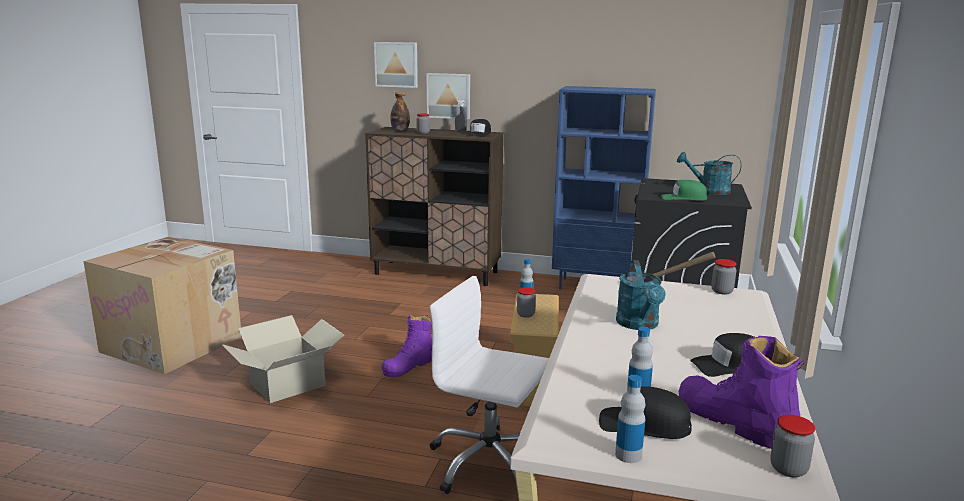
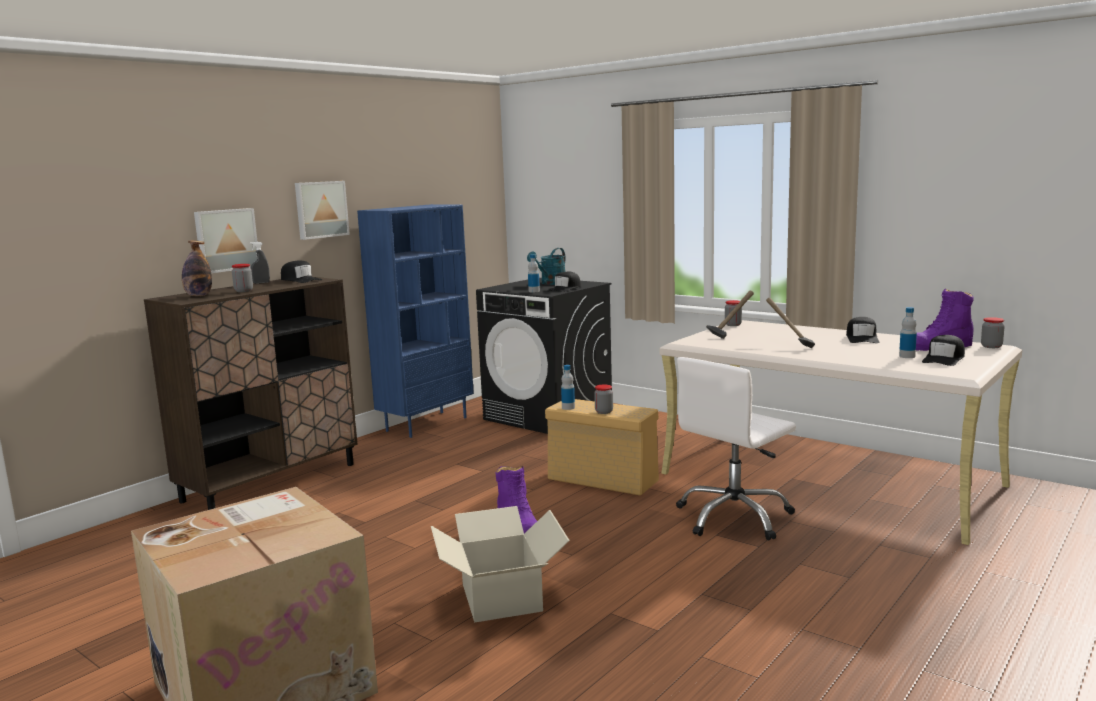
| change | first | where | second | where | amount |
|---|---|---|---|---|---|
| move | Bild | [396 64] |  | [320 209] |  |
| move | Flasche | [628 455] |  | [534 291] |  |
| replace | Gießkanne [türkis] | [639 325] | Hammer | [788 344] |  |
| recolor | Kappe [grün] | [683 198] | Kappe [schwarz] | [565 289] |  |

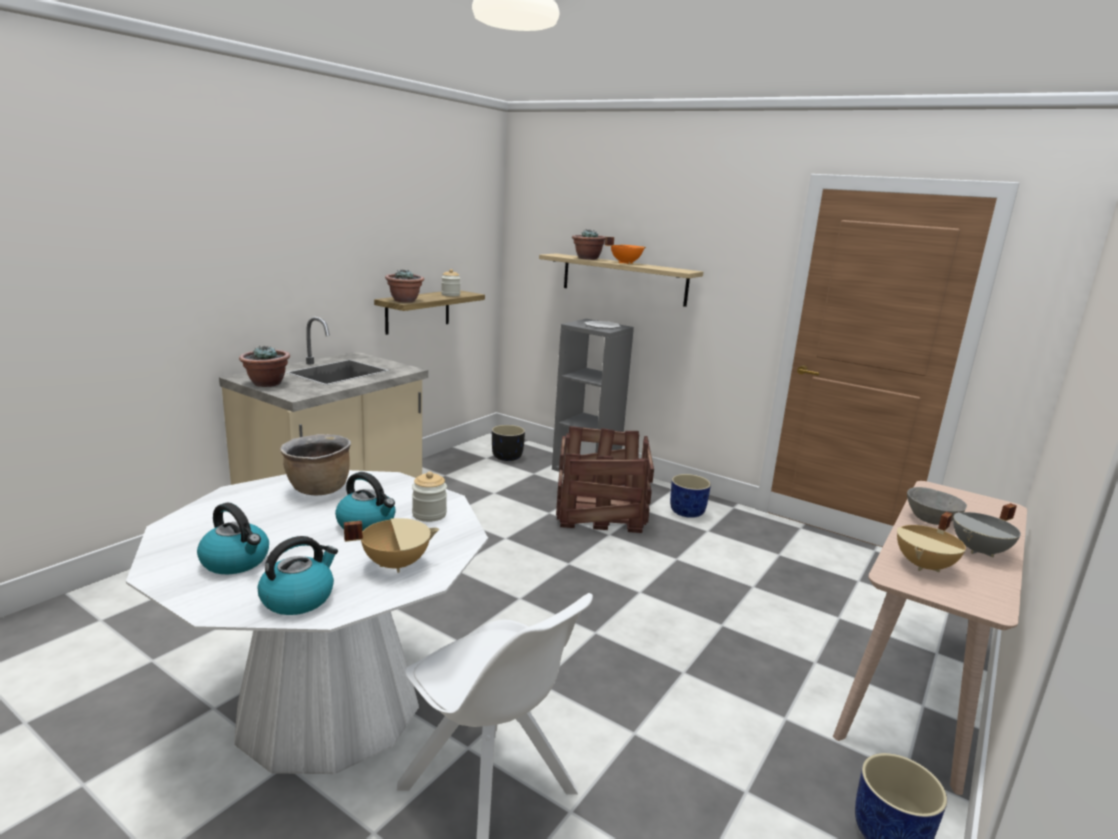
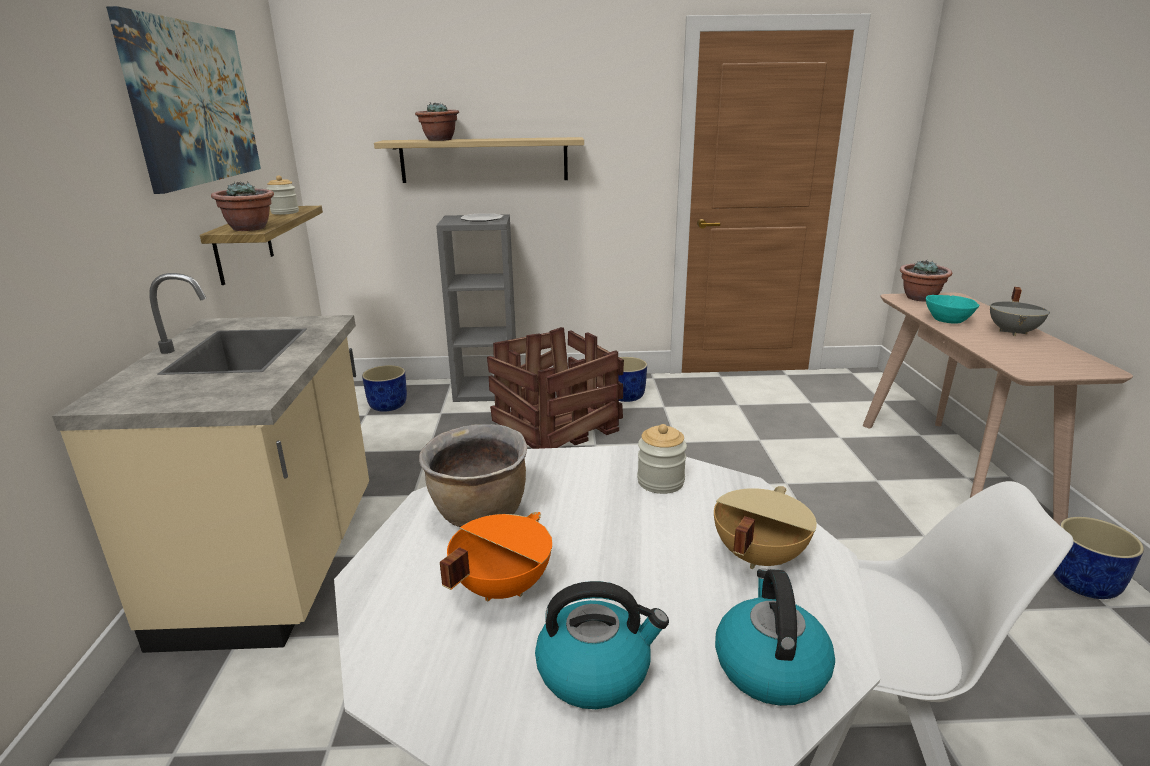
| change | first | where | second | where | amount |
|---|---|---|---|---|---|
| move | Topfpflanze | [266 383] |  | [920 298] |  |
| delete | Wasserkessel | [367 524] |  |  |  |
| recolor | Pflanzkübel [schwarz] | [507 457] | Pflanzkübel [blau] | [388 405] |  |
| move | Kochtopf [orange] | [625 263] |  | [500 586] |  |
| delete | Kochtopf [beige] | [925 566] |  |  |  |
| recolor | Schüssel [grau] | [931 519] | Schüssel [türkis] | [948 320] |  |
| insert |  |  | Bild | [193 103] |  |

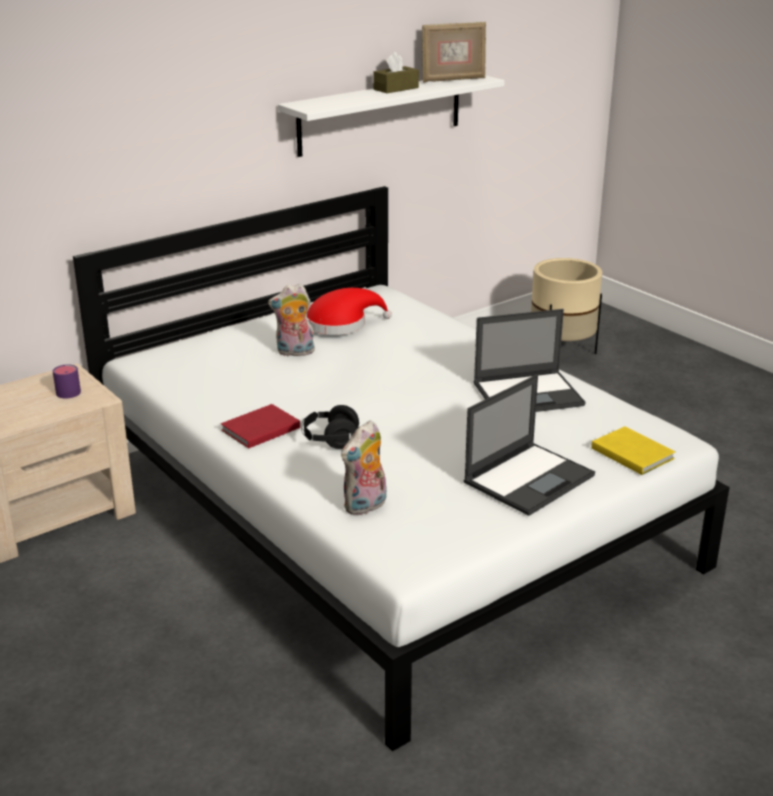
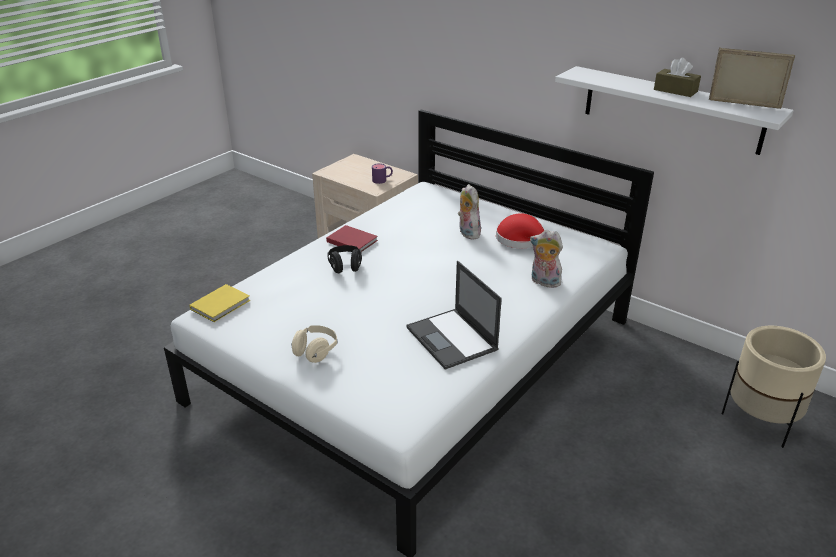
| change | first | where | second | where | amount |
|---|---|---|---|---|---|
| move | Plüschtier | [366 506] |  | [543 282] |  |
| rotate | Bilderrahmen | [453 79] |  | [743 105] | 150 degrees clockwise |
| replace | Laptop | [530 478] | Kopfhörer [beige] | [315 351] |  |
| move | Buch [gelb] | [631 452] |  | [222 304] |  |

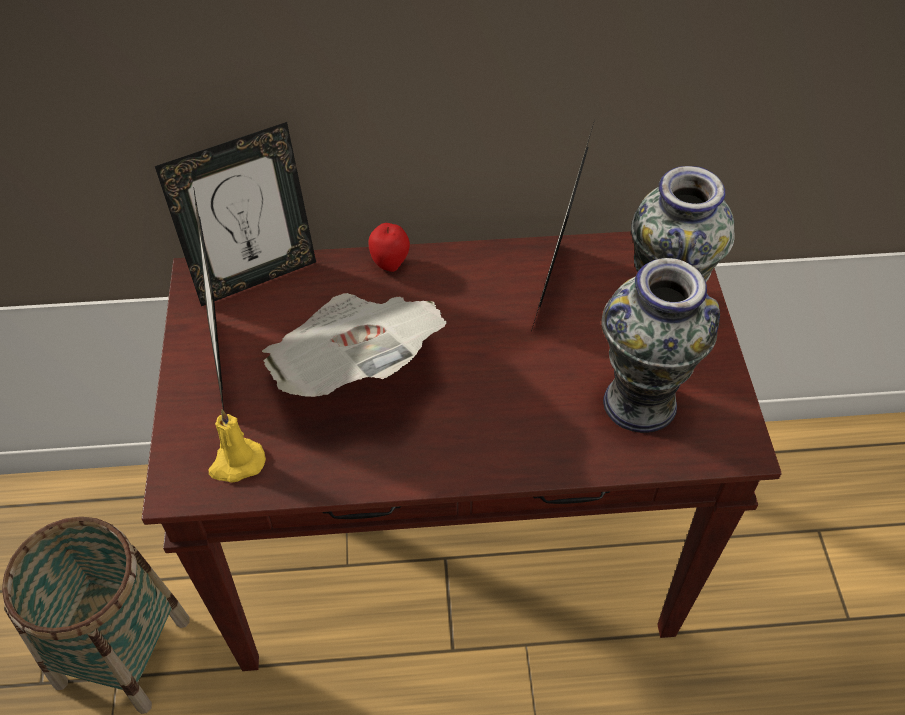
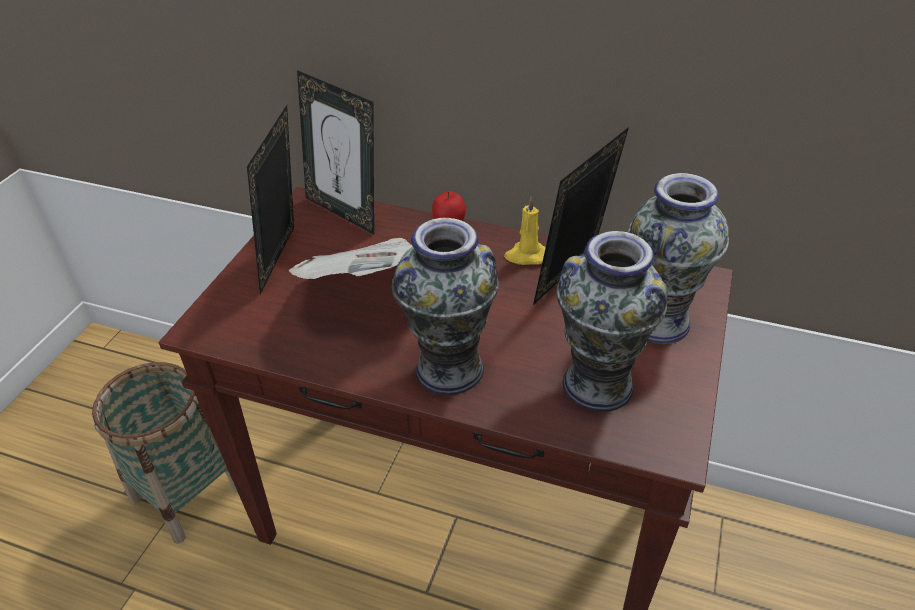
| change | first | where | second | where | amount |
|---|---|---|---|---|---|
| rotate | Bilderrahmen | [255 277] |  | [344 212] | 45 degrees clockwise |
| move | Kerze [gelb] | [236 463] |  | [526 255] |  |
| insert |  |  | Vase | [449 370] |  |

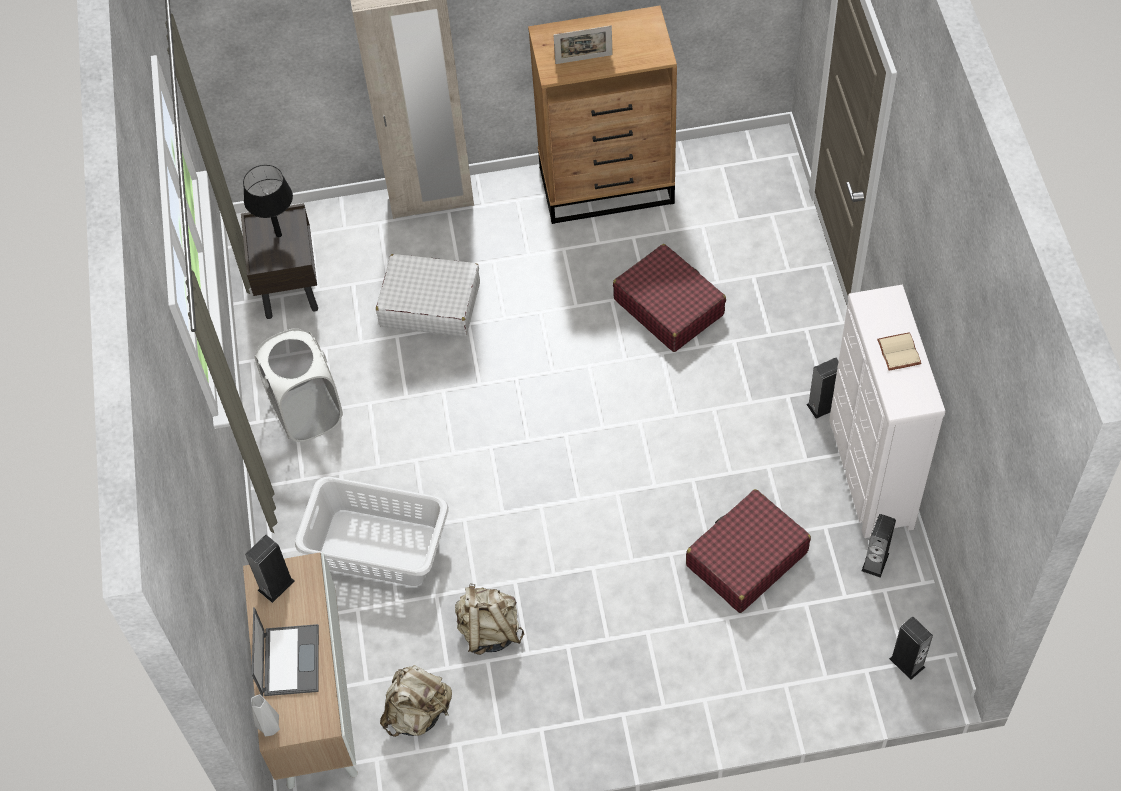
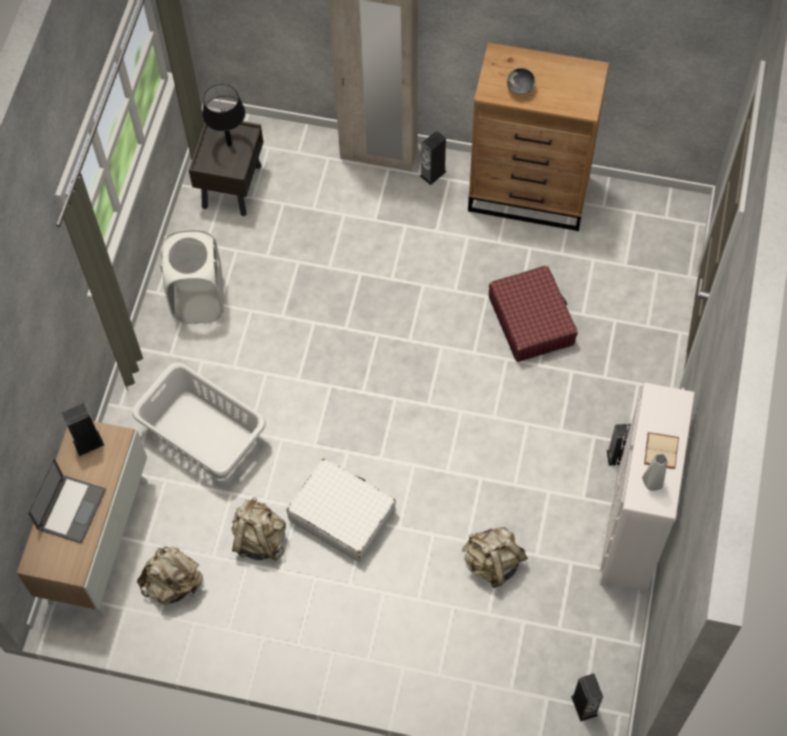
| change | first | where | second | where | amount |
|---|---|---|---|---|---|
| move | Vase [grau] | [270 727] |  | [652 483] |  |
| move | Koffer [weiß] | [430 304] |  | [342 515] |  |
| replace | Bilderrahmen | [583 59] | Schüssel | [520 89] |  |
| replace | Koffer [rot] | [746 559] | Rucksack [beige] | [493 563] |  |
| move | Lautsprecher | [875 562] |  | [433 173] |  |

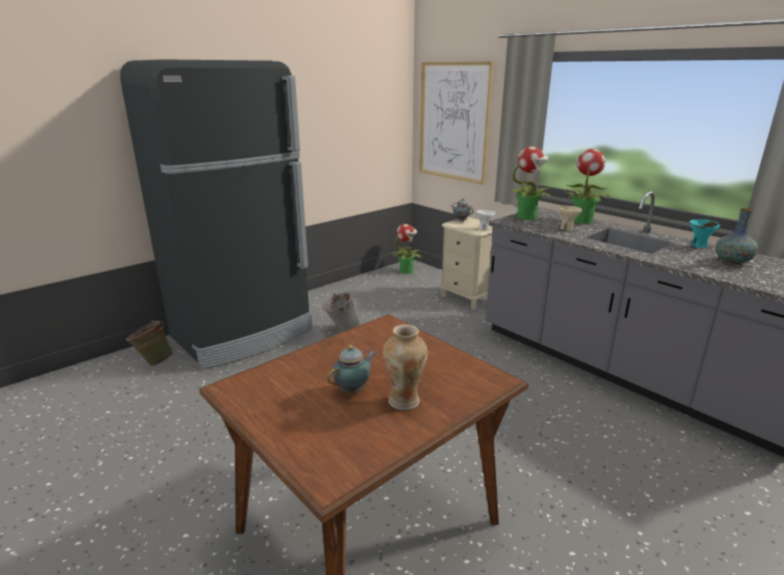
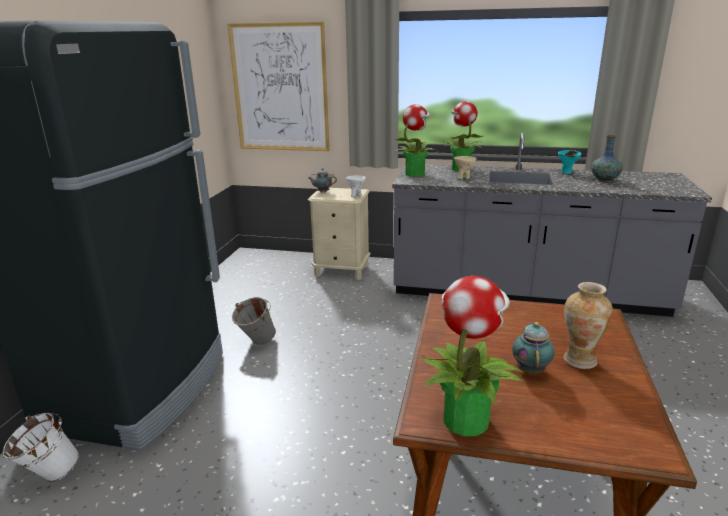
| change | first | where | second | where | amount |
|---|---|---|---|---|---|
| recolor | Eimer [grün] | [153 362] | Eimer [weiß] | [48 475] |  |
| move | Topfpflanze | [406 271] |  | [465 419] |  |

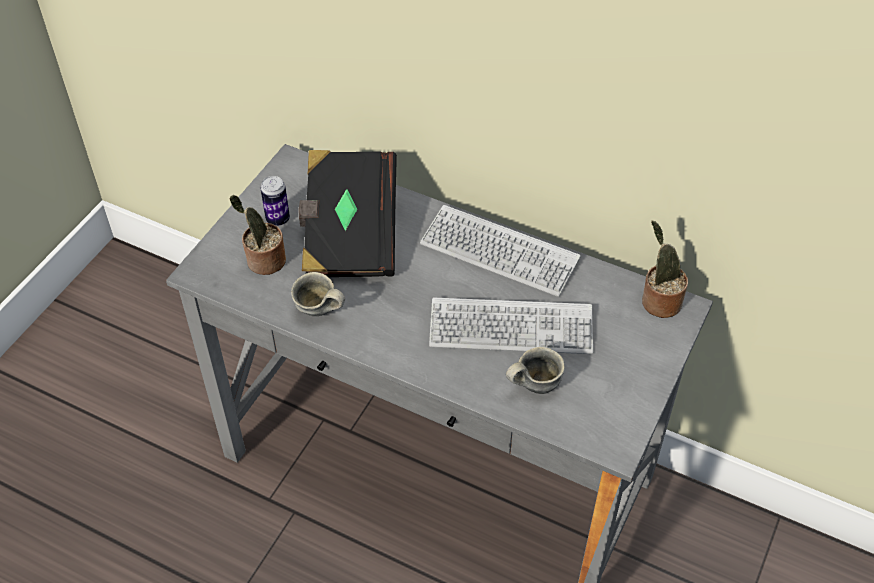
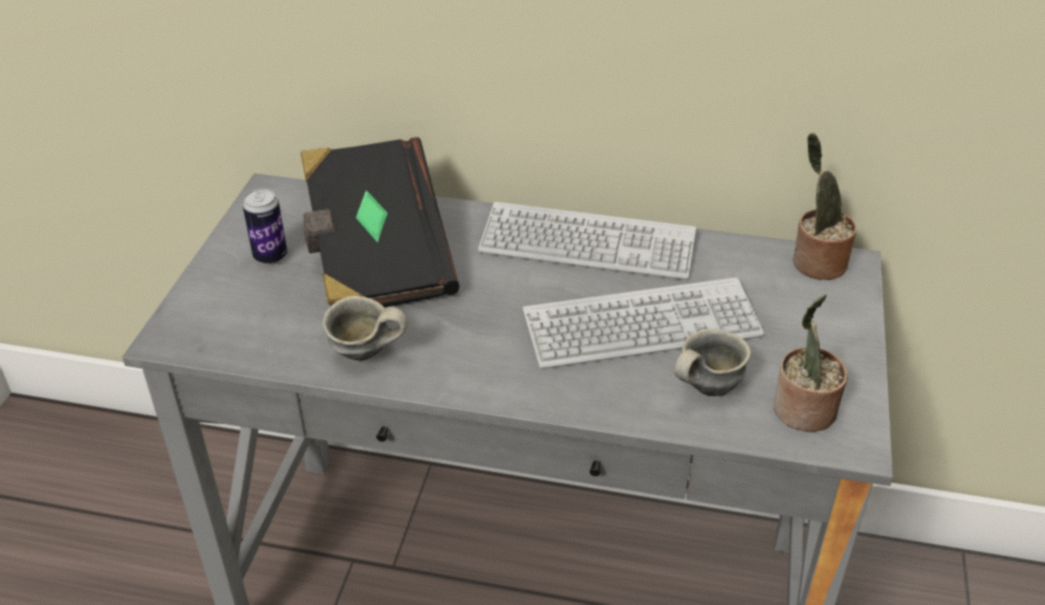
| change | first | where | second | where | amount |
|---|---|---|---|---|---|
| move | Topfpflanze | [263 261] |  | [802 412] |  |

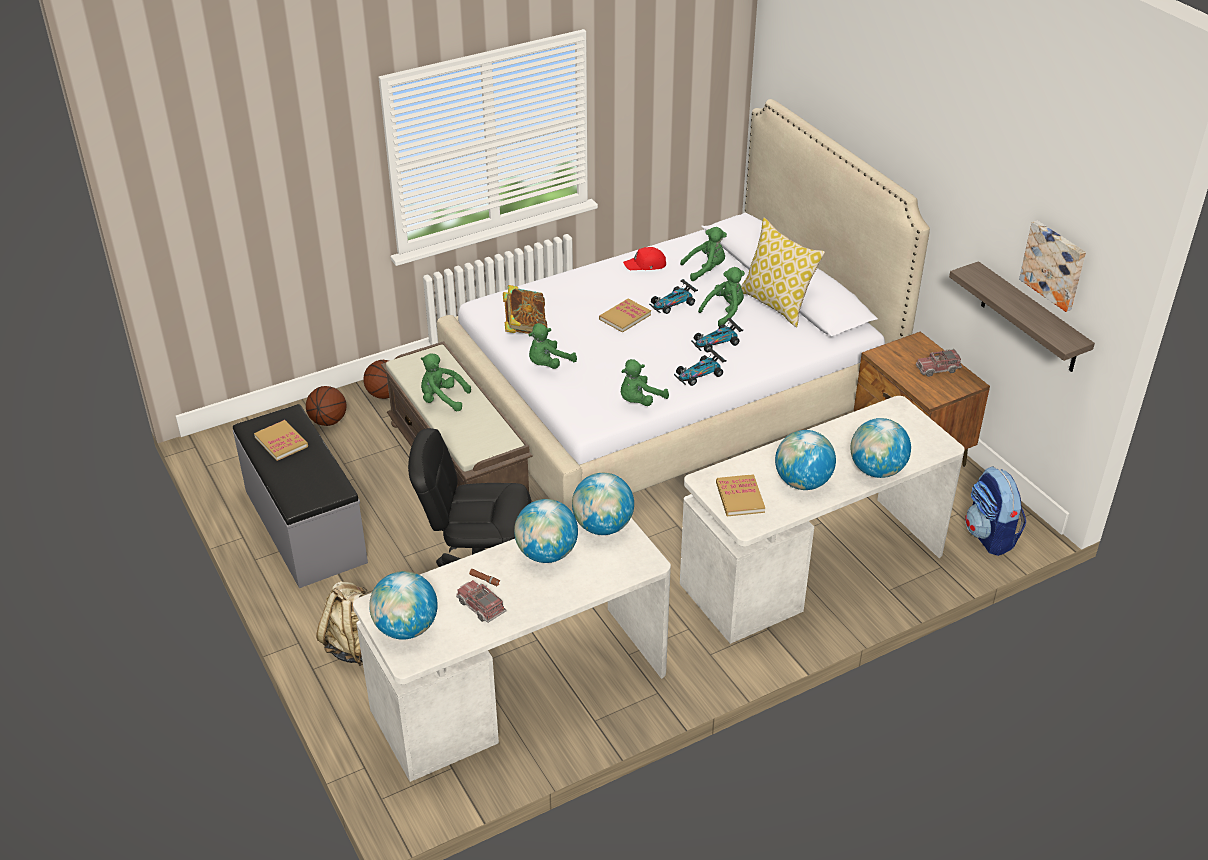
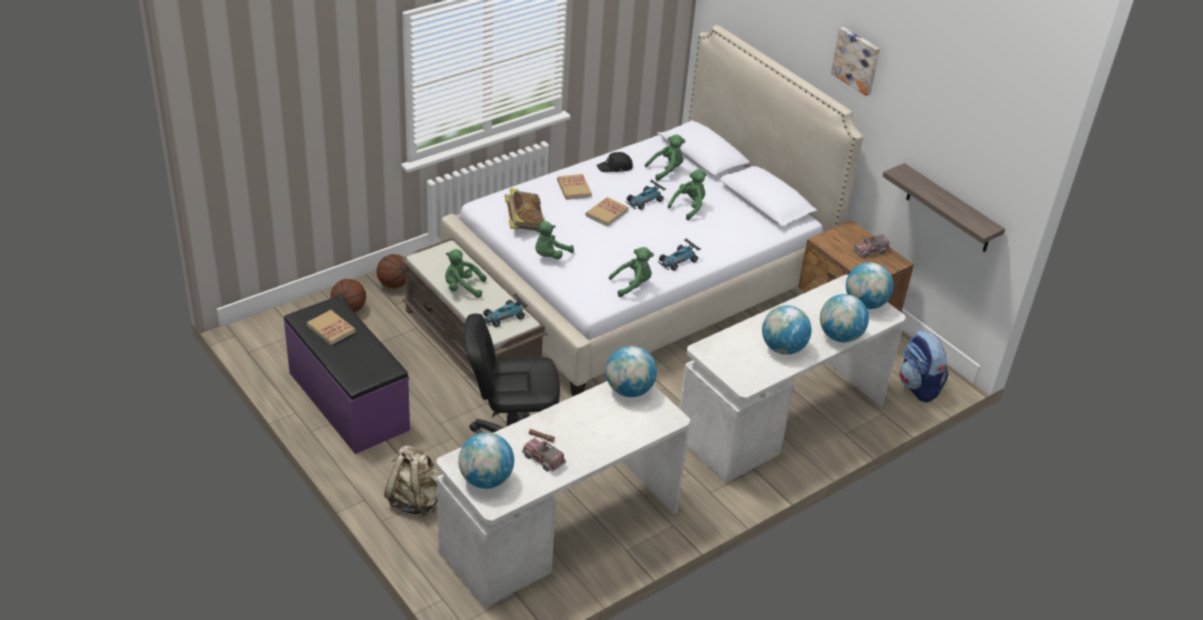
| change | first | where | second | where | amount |
|---|---|---|---|---|---|
| recolor | Bank [grau] | [304 526] | Bank [lila] | [347 401] |  |
| move | Globus | [547 554] |  | [865 304] |  |
| rotate | Plüschtier [grün] | [639 401] |  | [633 285] | 150 degrees counterclockwise |
| recolor | Kappe [rot] | [646 265] | Kappe [schwarz] | [615 167] |  |
| move | Spielzeugauto | [716 342] |  | [504 316] |  |
| move | Buch | [740 497] |  | [574 188] |  |
| delete | Kissen | [777 304] |  |  |  |
| move | Bild | [1054 264] |  | [857 60] |  |

